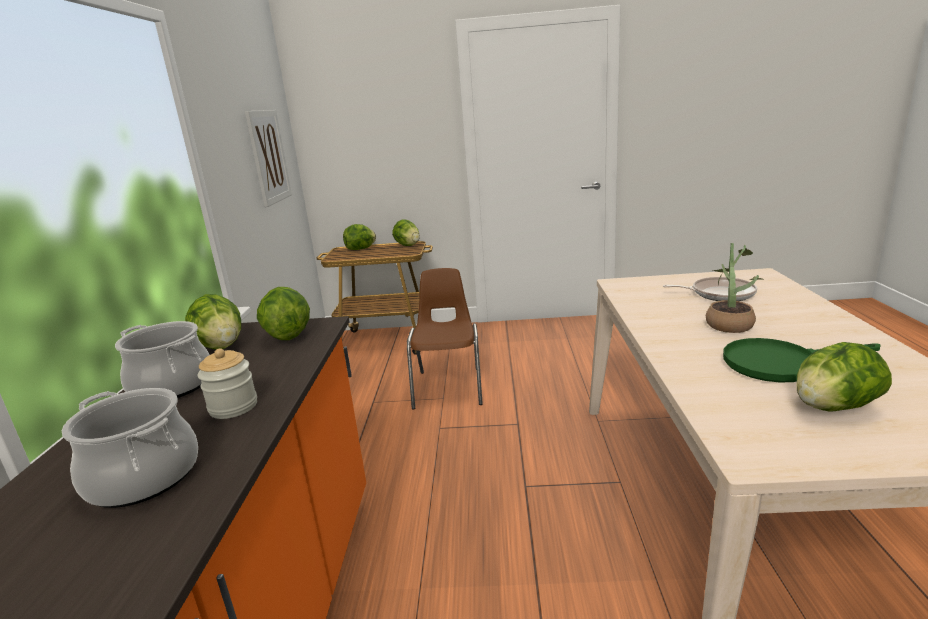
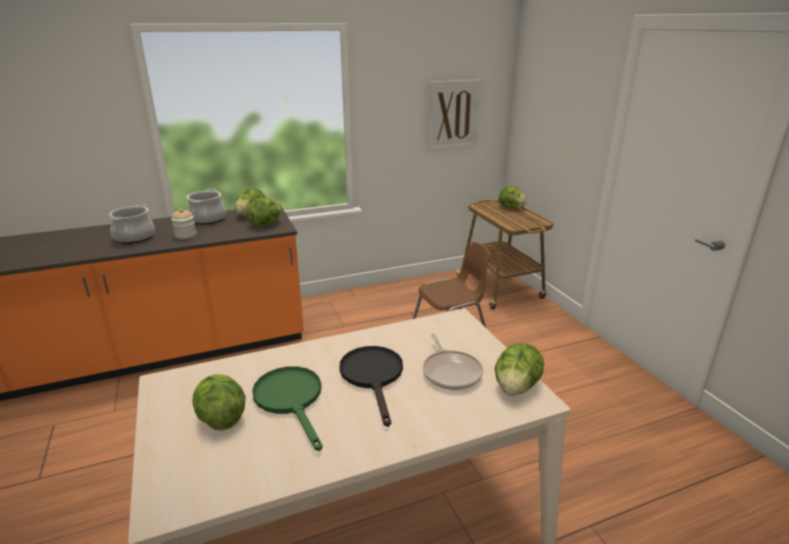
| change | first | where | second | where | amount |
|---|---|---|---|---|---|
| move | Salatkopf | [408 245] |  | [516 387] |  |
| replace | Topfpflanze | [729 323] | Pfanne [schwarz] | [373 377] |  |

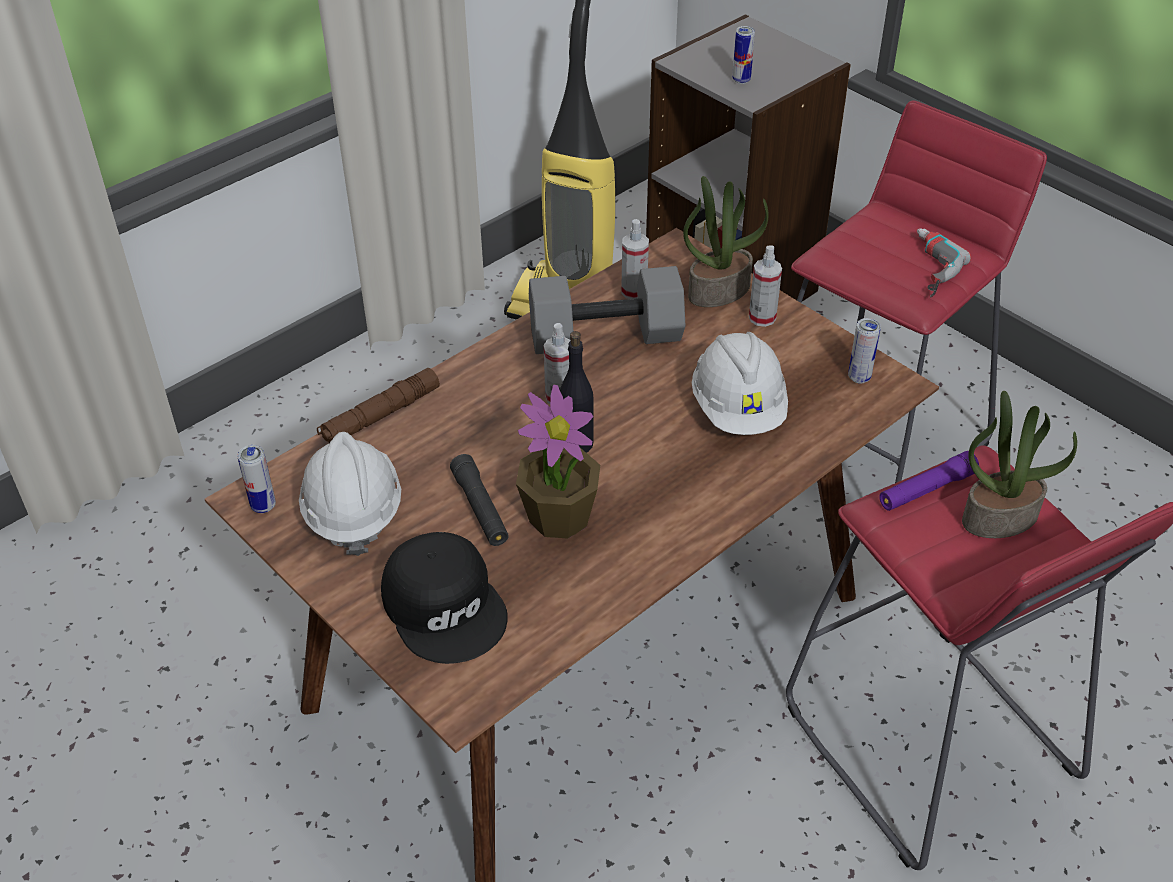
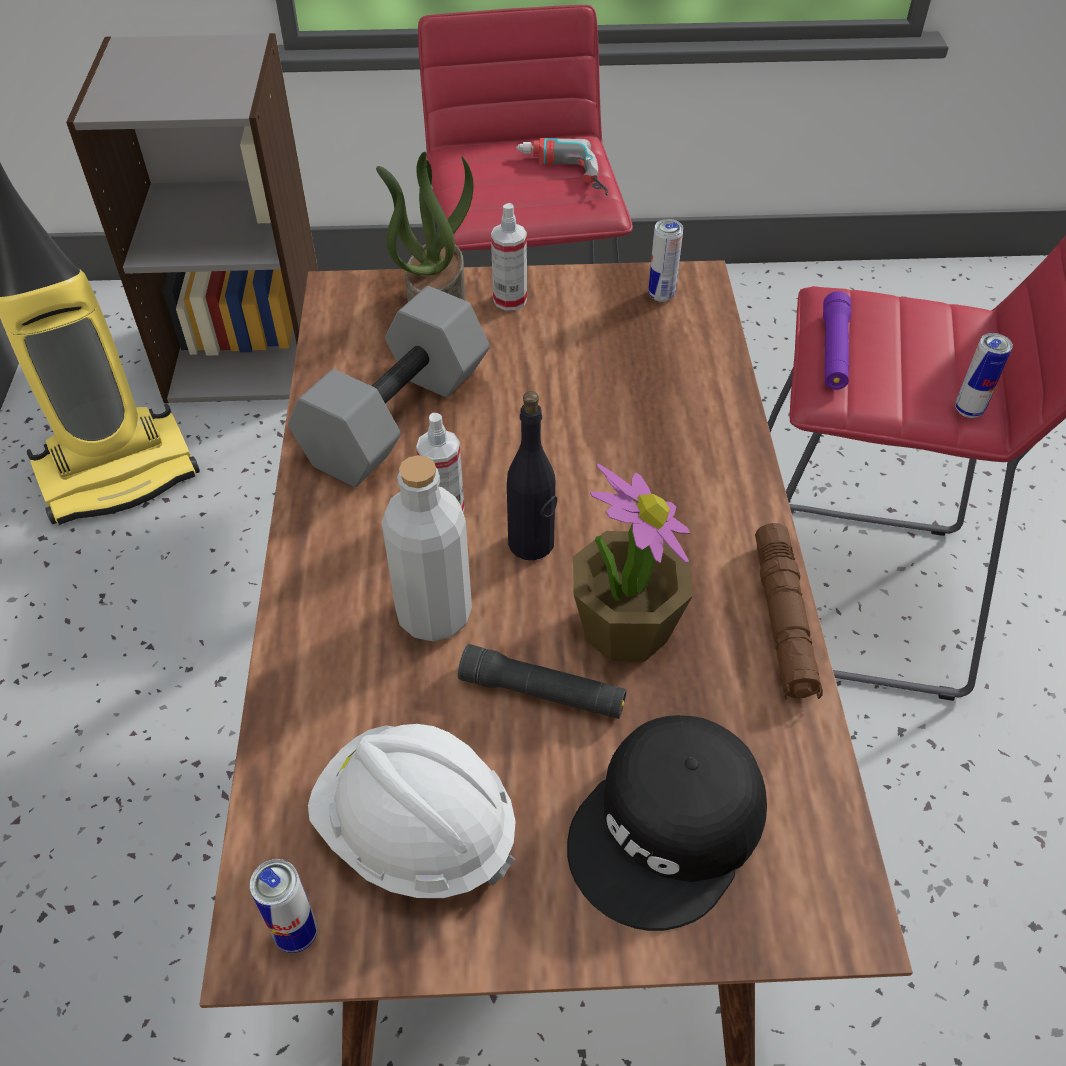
| change | first | where | second | where | amount |
|---|---|---|---|---|---|
| move | Taschenlampe [braun] | [380 415] |  | [783 620] |  |
| rotate | Kappe [schwarz] | [446 606] |  | [669 829] | 120 degrees clockwise |
| delete | Sprühflasche | [634 291] |  |  |  |
| delete | Schutzhelm [weiß] | [738 409] |  |  |  |
| move | Dose | [741 80] |  | [968 410] |  |
| delete | Topfpflanze | [1000 516] |  |  |  |
| insert |  |  | Flasche [grau] | [434 614] |  |

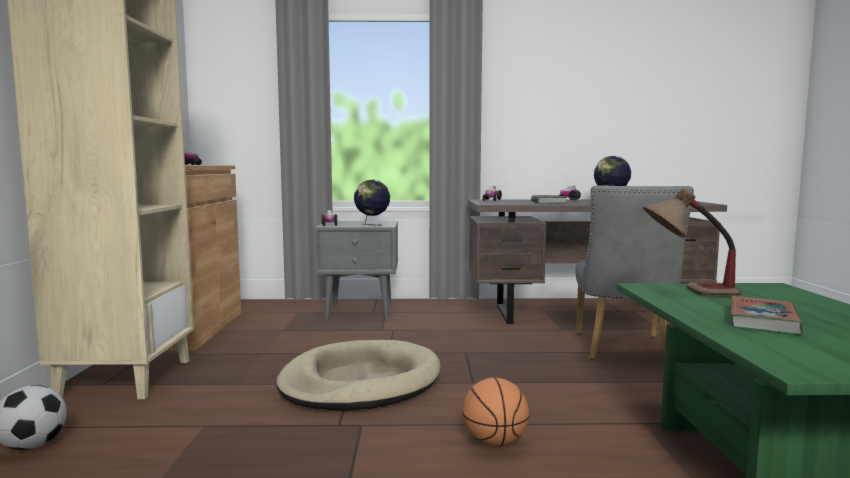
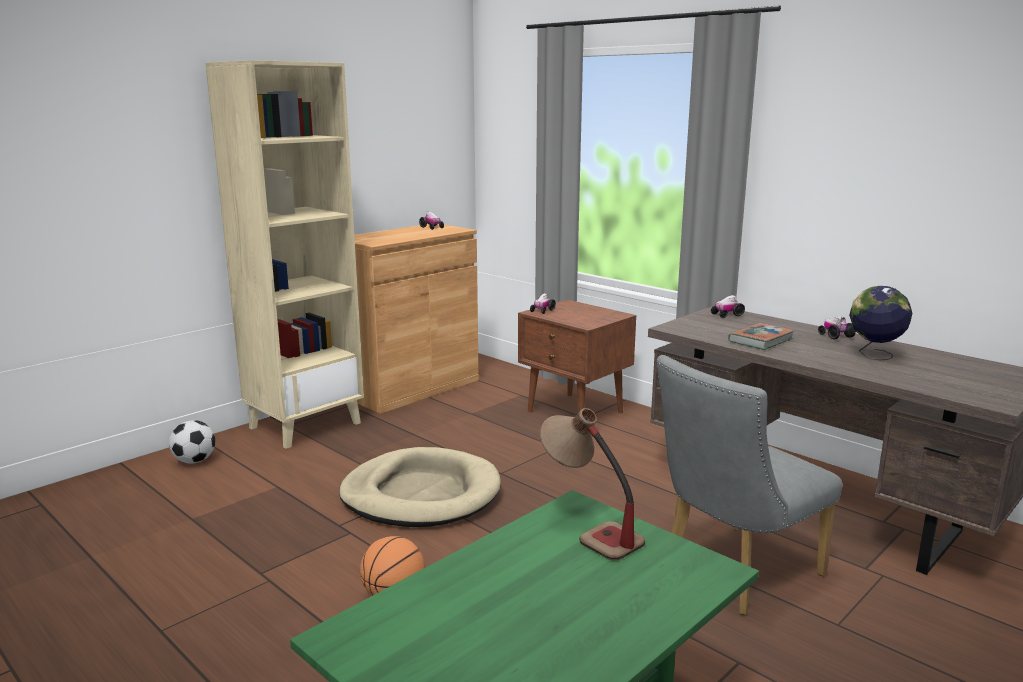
| change | first | where | second | where | amount |
|---|---|---|---|---|---|
| recolor | Nachttisch [grau] | [360 311] | Nachttisch [braun] | [575 412] |  |
| delete | Globus | [372 225] |  |  |  |
| delete | Buch | [763 321] |  |  |  |

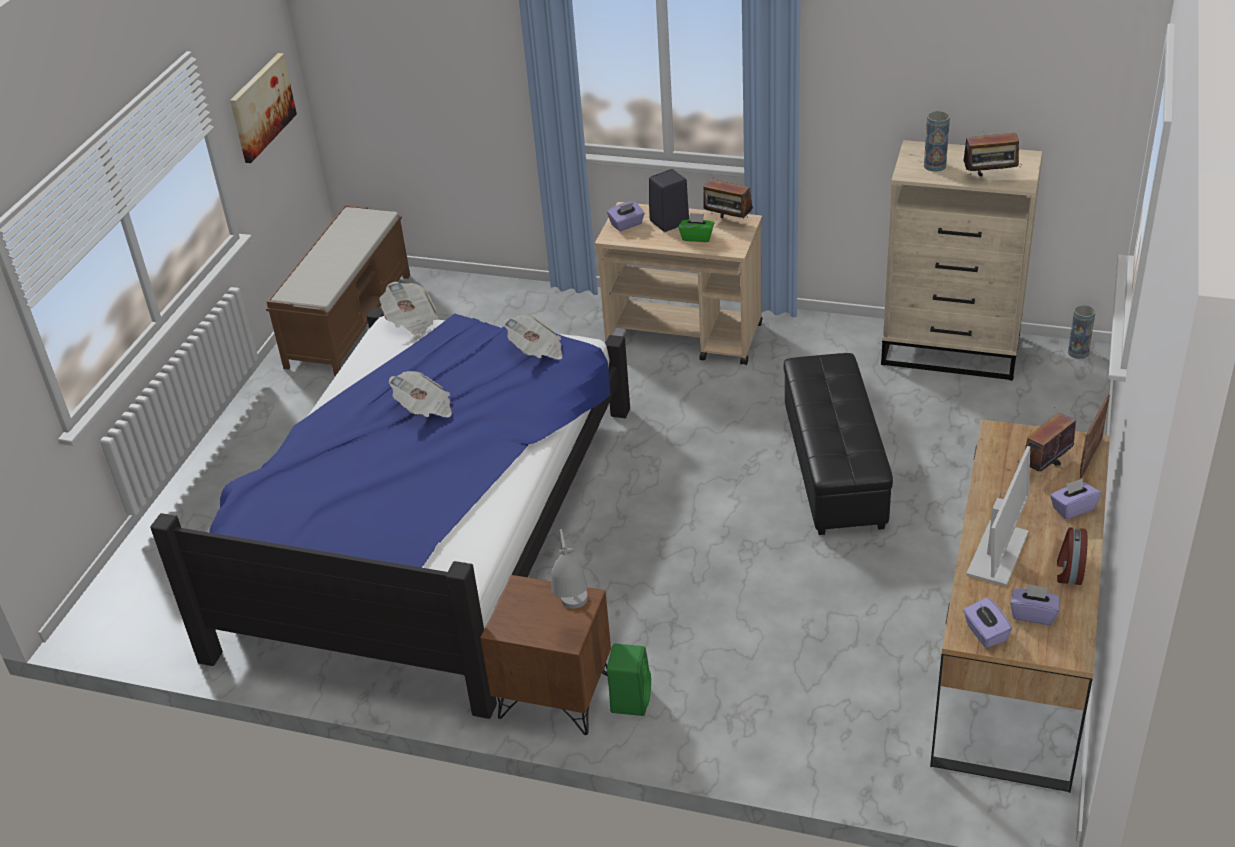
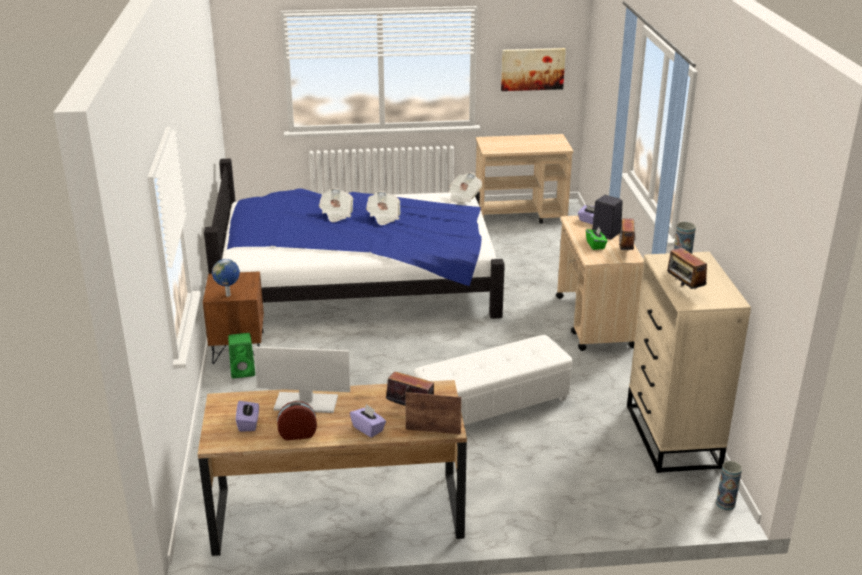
| change | first | where | second | where | amount |
|---|---|---|---|---|---|
| replace | Bank [braun] | [349 319] | Rollwagen [beige] | [521 215] |  |
| move | Zeitung | [536 351] |  | [336 214] |  |
| replace | Tischlampe [grau] | [575 620] | Globus | [228 295] |  |
| recolor | Polsterhocker [schwarz] | [835 468] | Polsterhocker [weiß] | [492 406] |  |
| delete | Taschentuchbox [lila] | [985 633] |  |  |  |

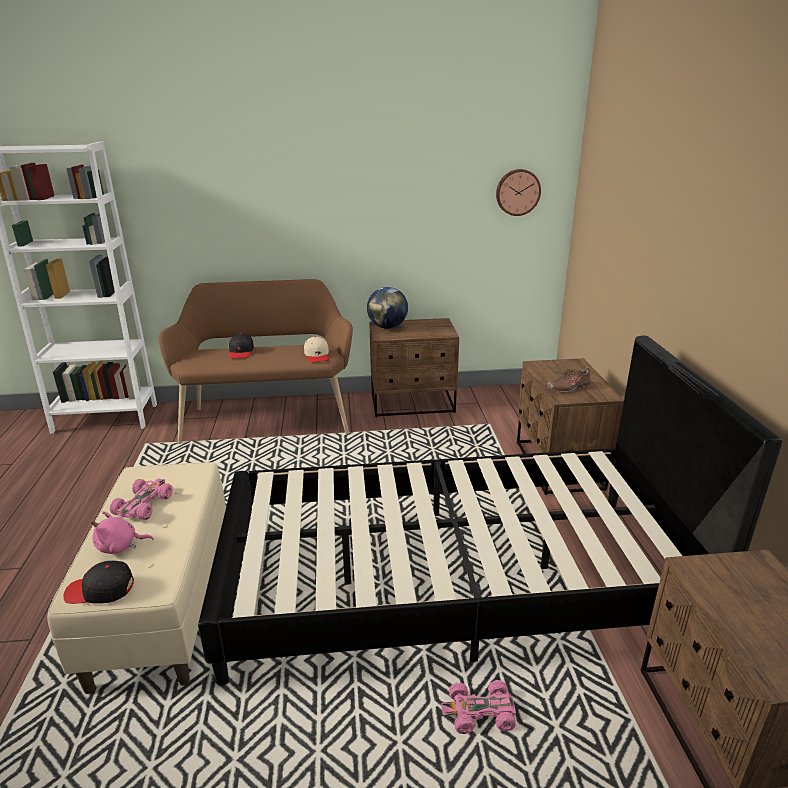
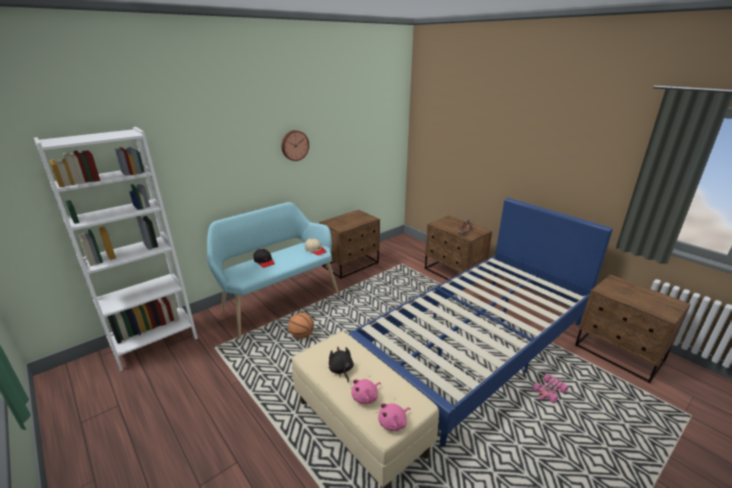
| change | first | where | second | where | amount |
|---|---|---|---|---|---|
| replace | Kappe [schwarz] | [100 590] | Plüschtier [rosa] | [393 423] |  |
| replace | Spielzeugauto [rosa] | [144 504] | Plüschtier [schwarz] | [341 370] |  |
| recolor | Bank [braun] | [268 418] | Bank [türkis] | [278 301] |  |
| recolor | Bett [schwarz] | [452 580] | Bett [blau] | [475 344] |  |
| delete | Globus | [387 327] |  |  |  |
| move | Wanduhr | [517 192] |  | [294 145] |  |
| insert |  |  | Basketball | [302 335] |  |

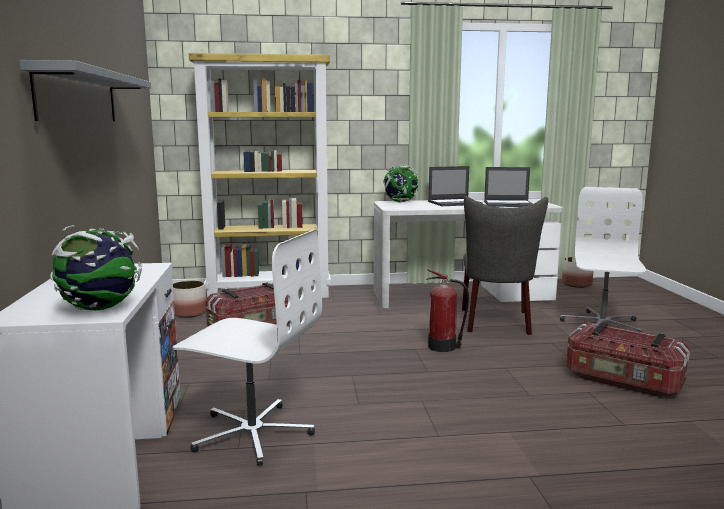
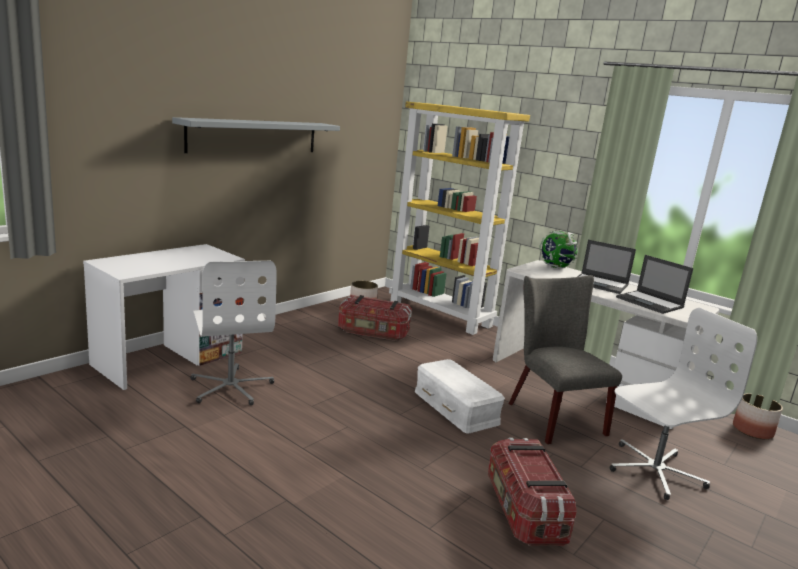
| change | first | where | second | where | amount |
|---|---|---|---|---|---|
| delete | Globus | [100 308] |  |  |  |
| replace | Feuerlöscher | [443 347] | Aufbewahrungsbox [weiß] | [456 407] |  |
| rotate | Stuhl [grau] | [497 323] |  | [551 415] | 105 degrees clockwise |

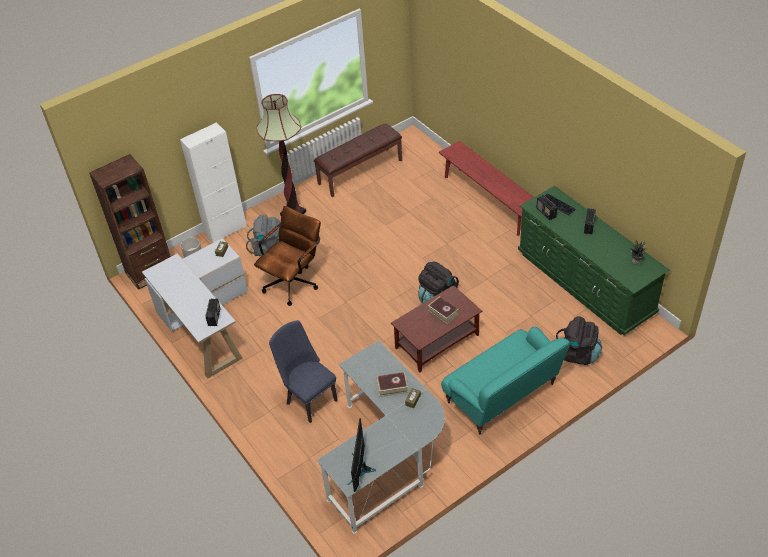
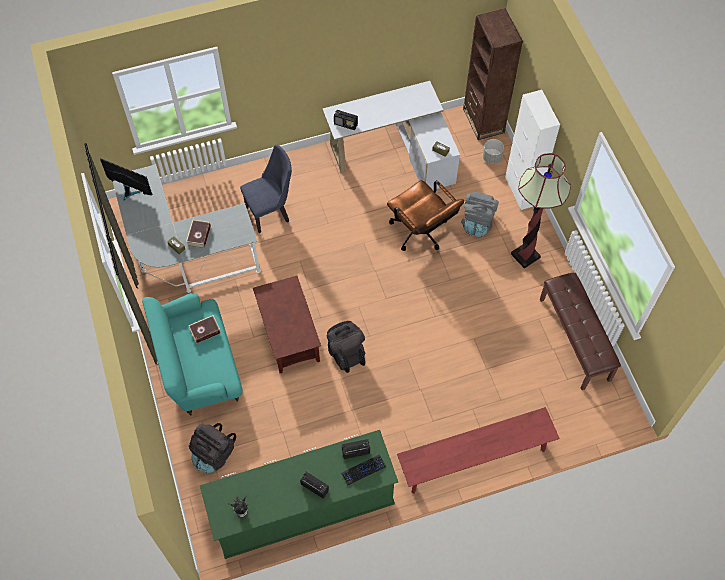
| change | first | where | second | where | amount |
|---|---|---|---|---|---|
| move | Buch | [443 312] |  | [205 331] |  |

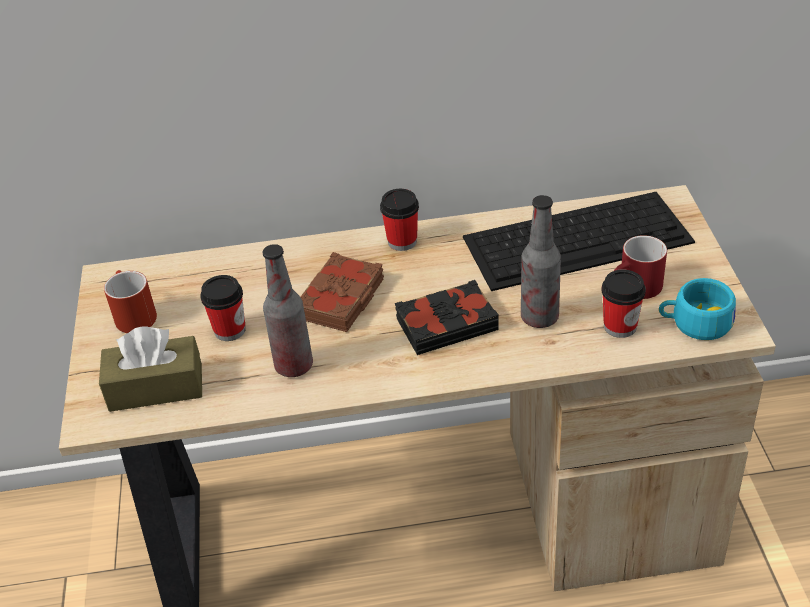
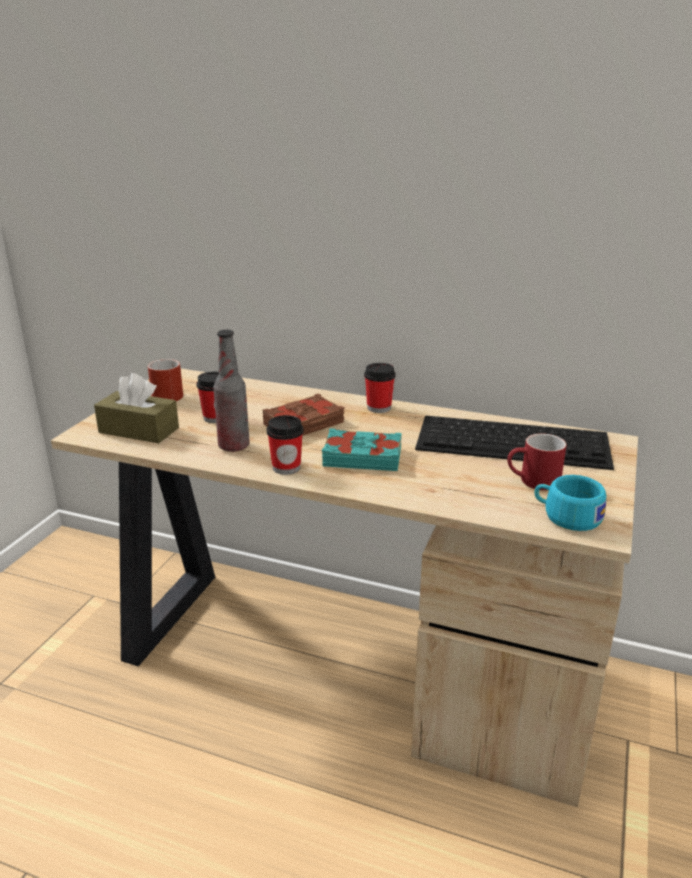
| change | first | where | second | where | amount |
|---|---|---|---|---|---|
| recolor | Buch [schwarz] | [446 324] | Buch [türkis] | [362 457] |  |
| delete | Flasche | [539 318] |  |  |  |
| move | Tasse | [620 326] |  | [286 467] |  |

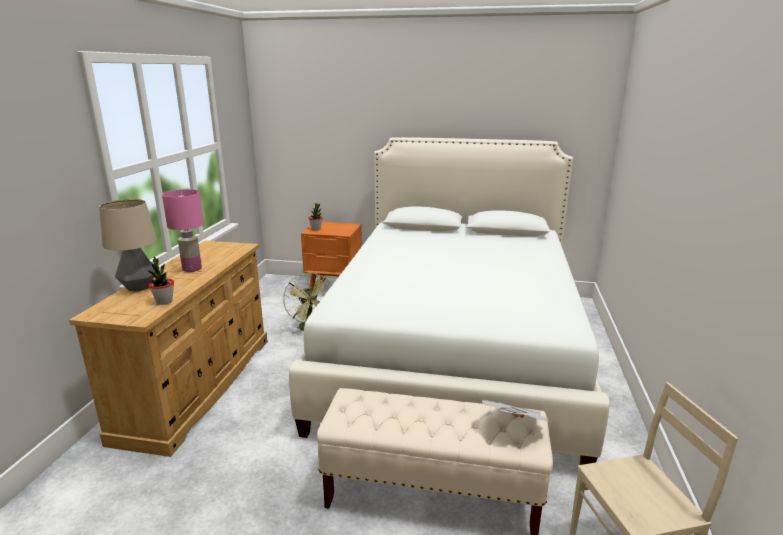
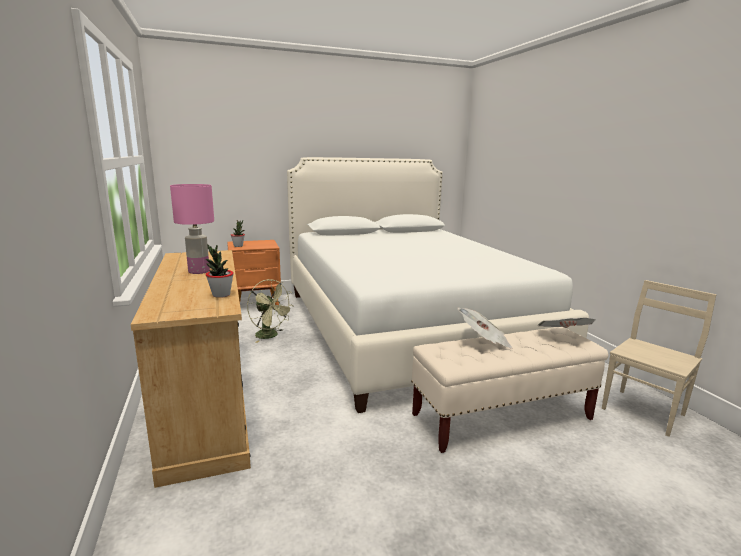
| change | first | where | second | where | amount |
|---|---|---|---|---|---|
| delete | Tischlampe | [139 287] |  |  |  |
| insert |  |  | Zeitung | [484 341] |  |

